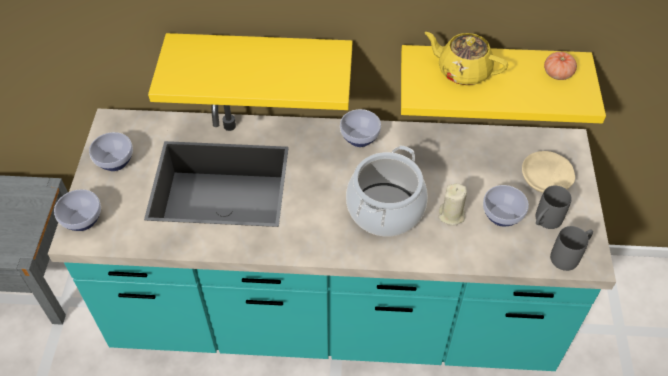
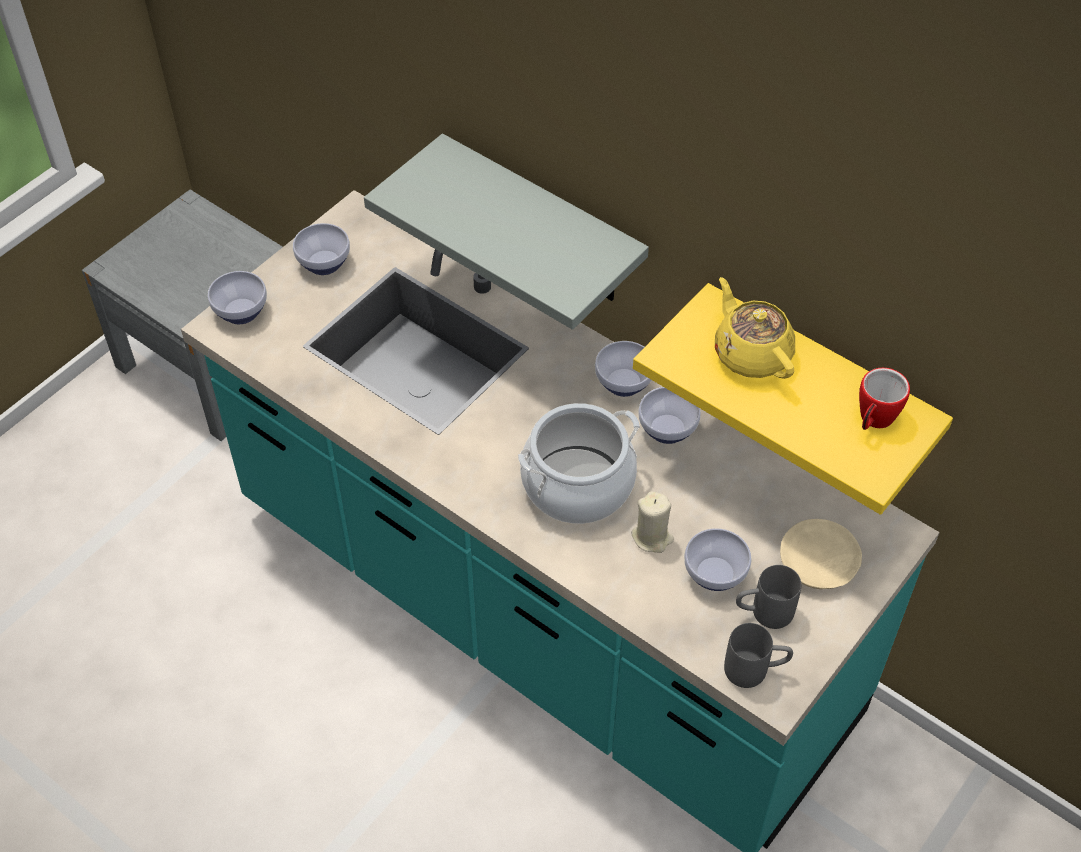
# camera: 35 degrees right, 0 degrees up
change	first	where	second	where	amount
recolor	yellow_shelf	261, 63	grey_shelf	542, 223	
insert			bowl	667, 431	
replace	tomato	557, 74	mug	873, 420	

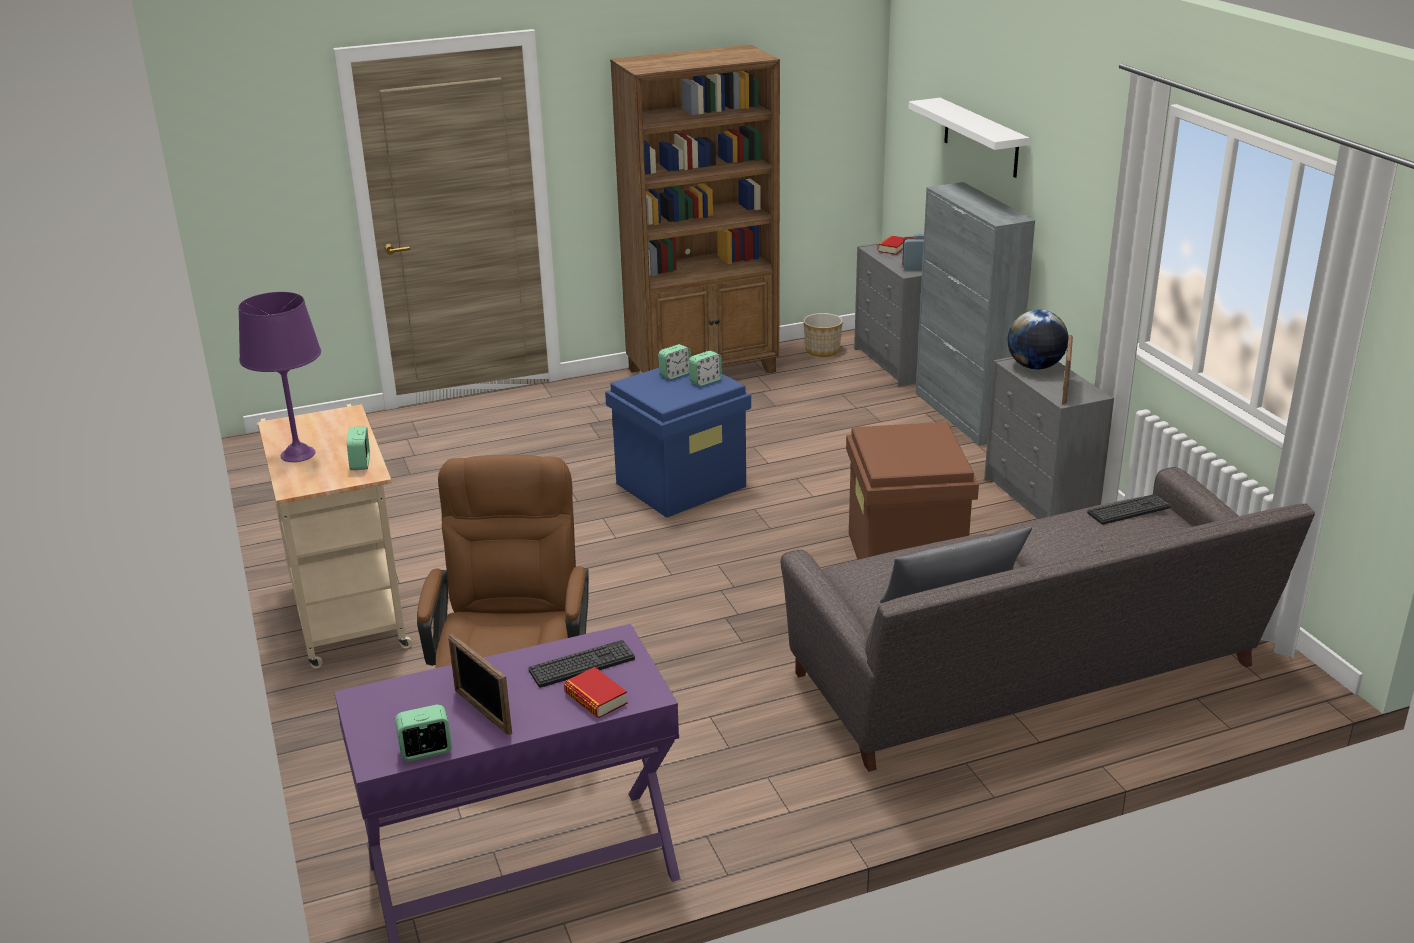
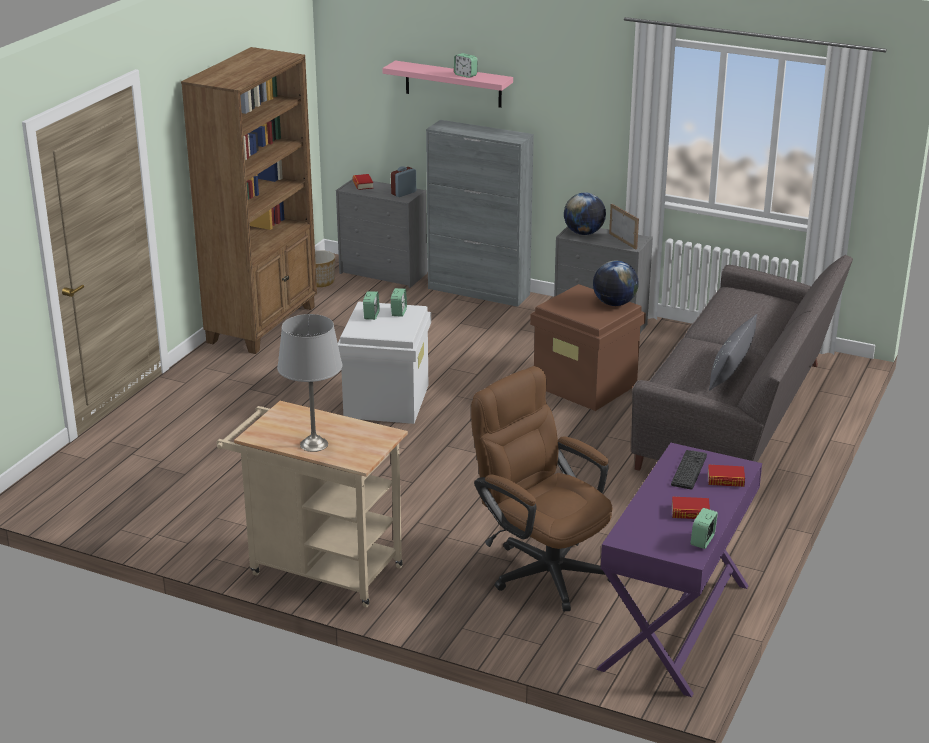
# camera: 45 degrees left, 0 degrees up
change	first	where	second	where	amount
recolor	purple_table_lamp	297, 454	grey_table_lamp	313, 444	
recolor	blue_storage_box	681, 484	white_storage_box	386, 400	
recolor	white_shelf	981, 138	pink_shelf	453, 84	
move	alarm_clock	360, 463		465, 75	
insert			globe	614, 303	
replace	picture_frame	482, 712	book	690, 512	
delete	keyboard	1128, 510			

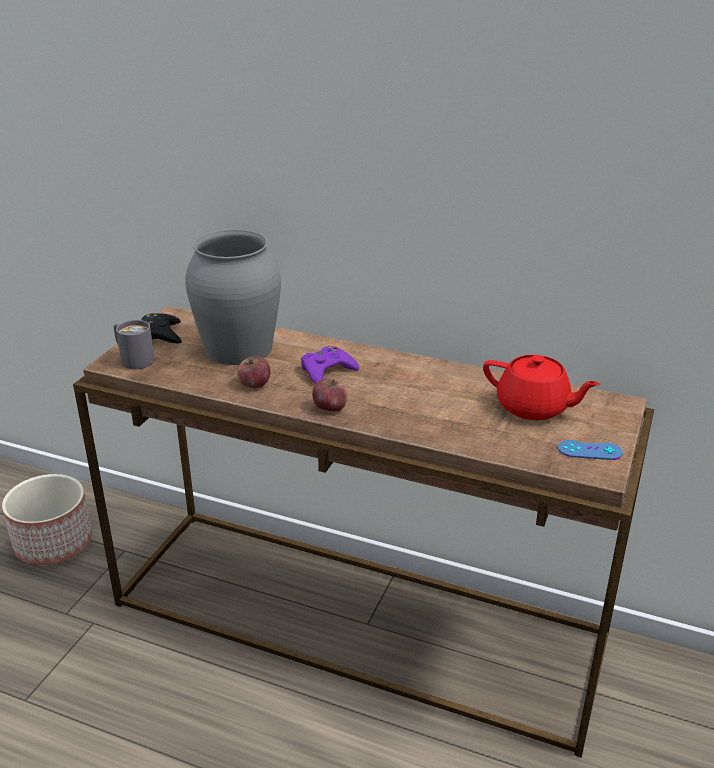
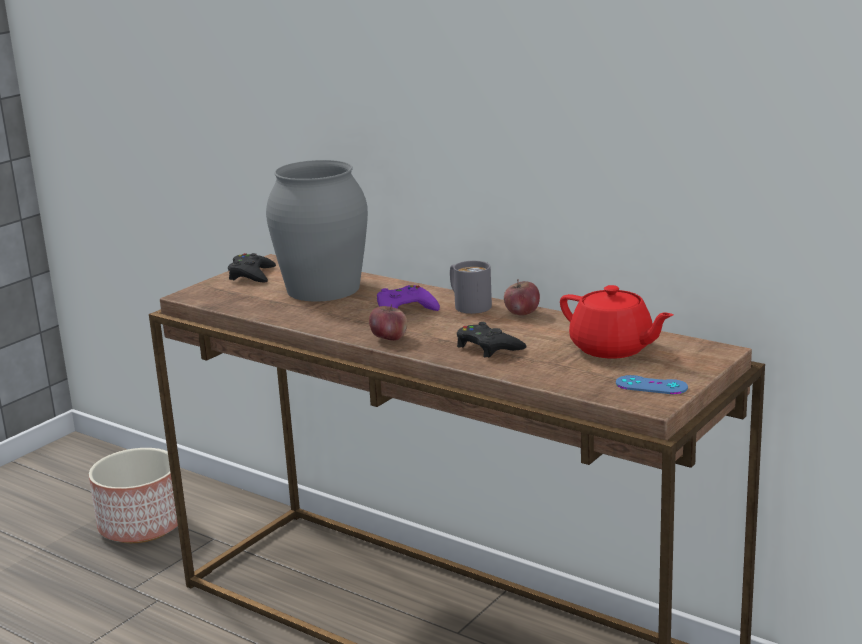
# camera: 15 degrees right, 10 degrees down
change	first	where	second	where	amount
move	grey_mug	133, 359		468, 305	
insert			black_game_controller	488, 347	
move	apple	254, 384		521, 313	

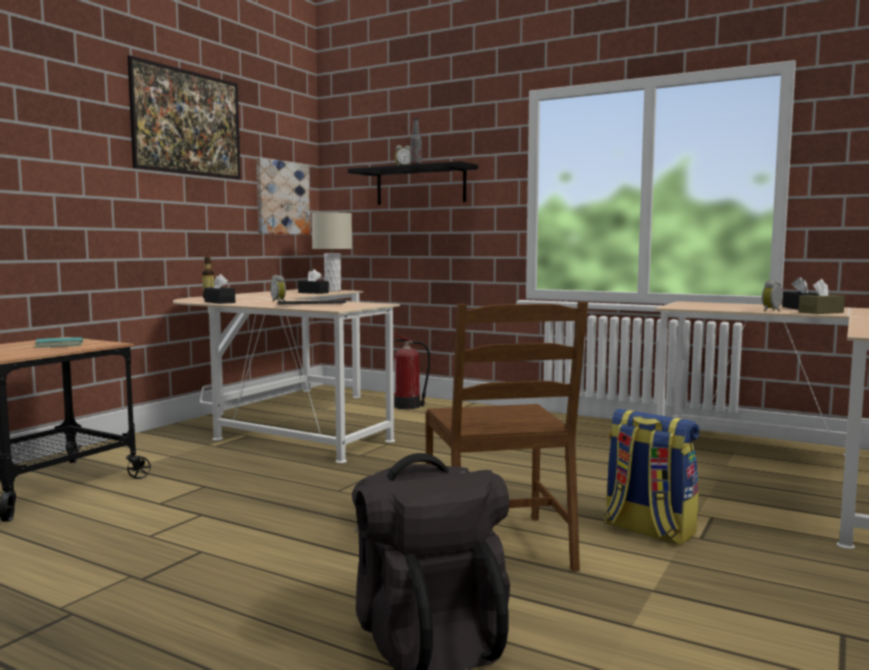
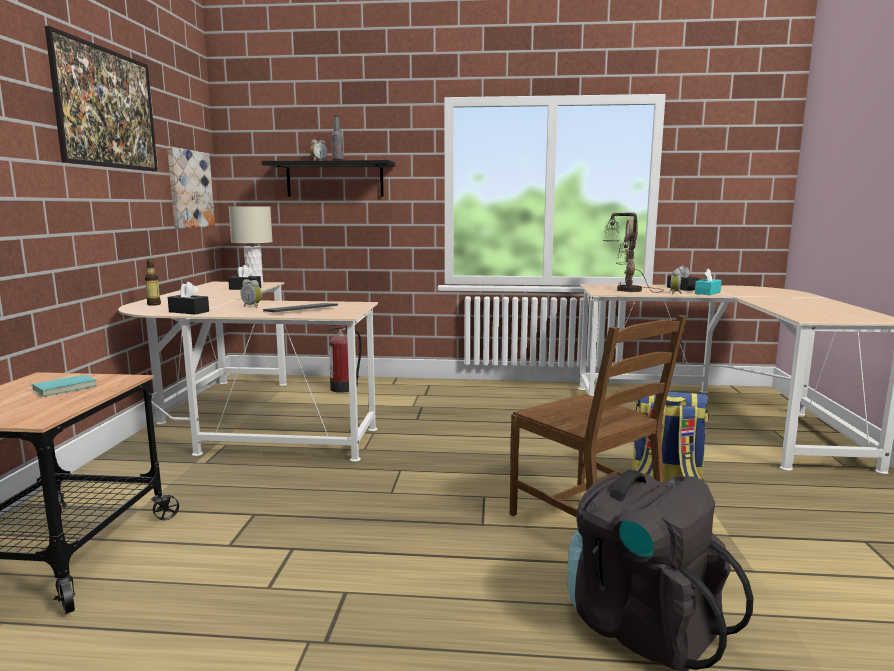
# camera: 25 degrees left, 5 degrees up
change	first	where	second	where	amount
insert			table_lamp	628, 290	
recolor	brown_tissue_box	820, 312	turquoise_tissue_box	707, 293	

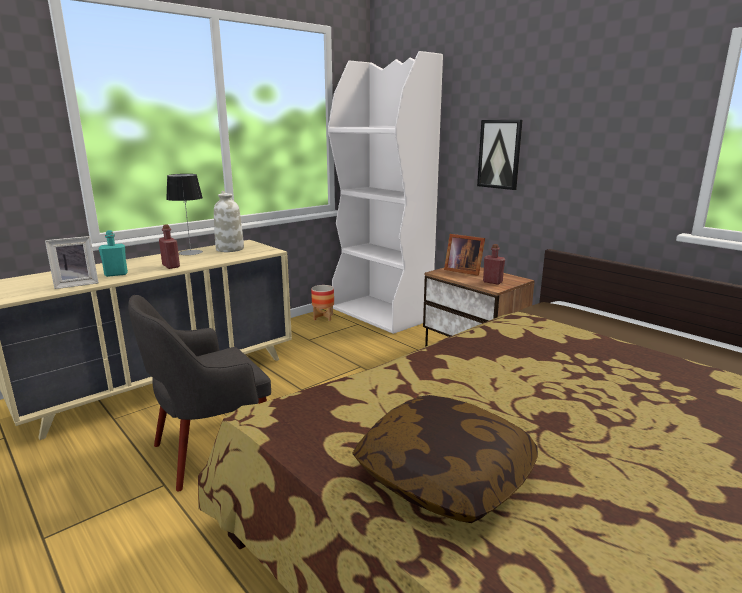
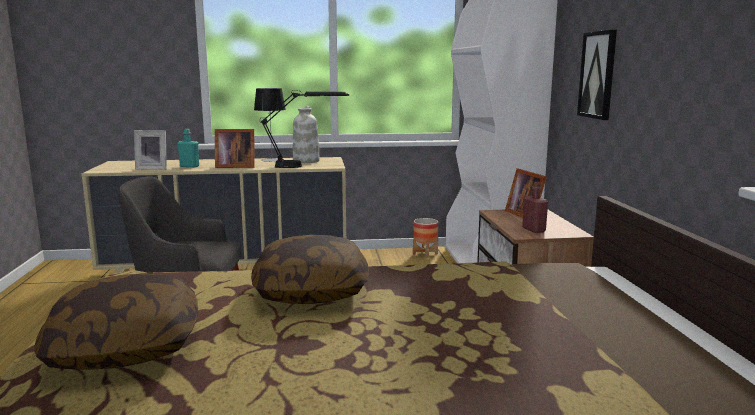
# camera: 35 degrees right, 5 degrees down
change	first	where	second	where	amount
replace	red_bottle	171, 266	picture_frame	234, 166	
insert			pillow	311, 291	
insert			black_table_lamp	305, 166	

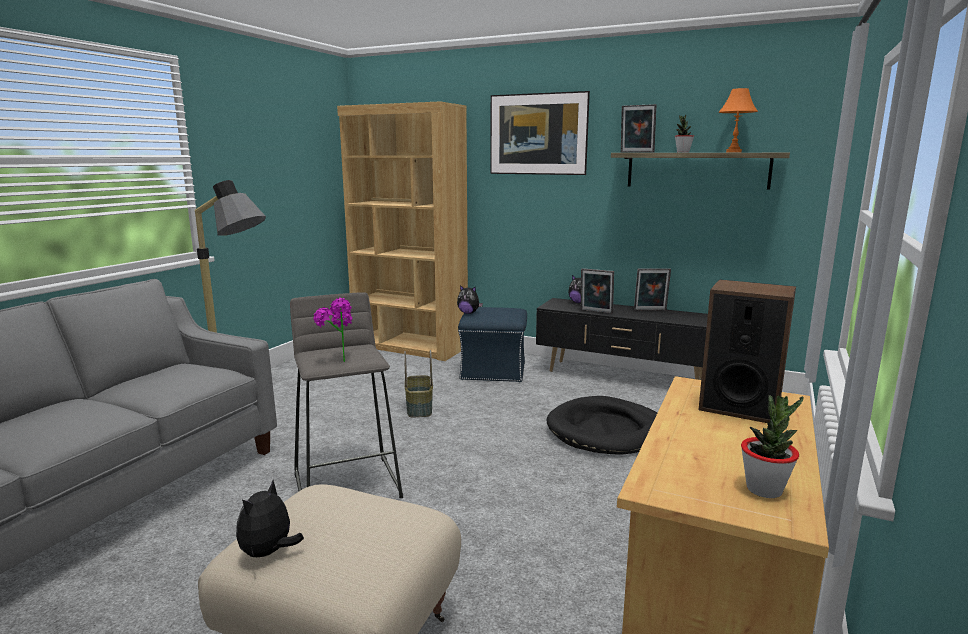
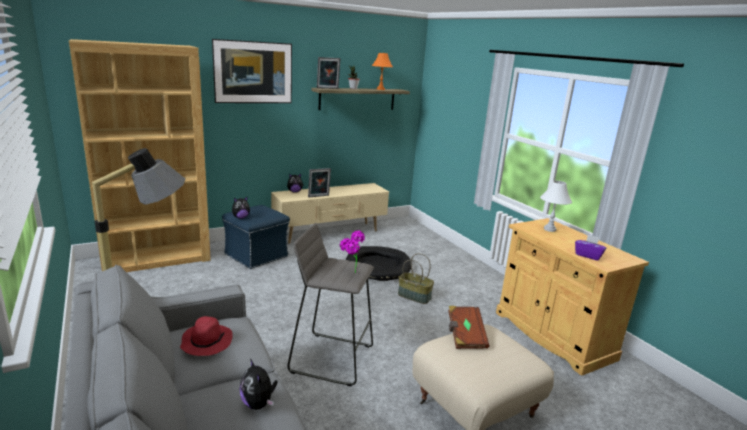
# camera: 55 degrees left, 5 degrees up
change	first	where	second	where	amount
insert			red_hat	206, 342	
move	plush_toy	269, 553		258, 404	
recolor	black_tv_stand	624, 377	beige_tv_stand	330, 233	
move	basket	420, 408		414, 296	
insert			brown_book	465, 336	
replace	speaker	739, 407	white_table_lamp	549, 229	
insert			purple_tissue_box	588, 255	
delete	picture_frame	650, 310			
delete	potted_plant	764, 489			

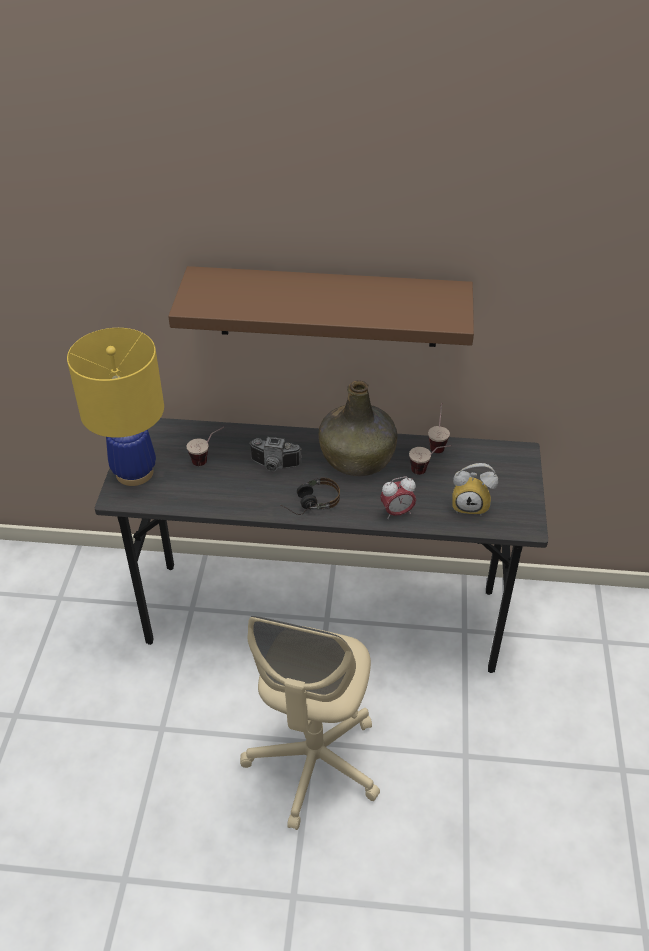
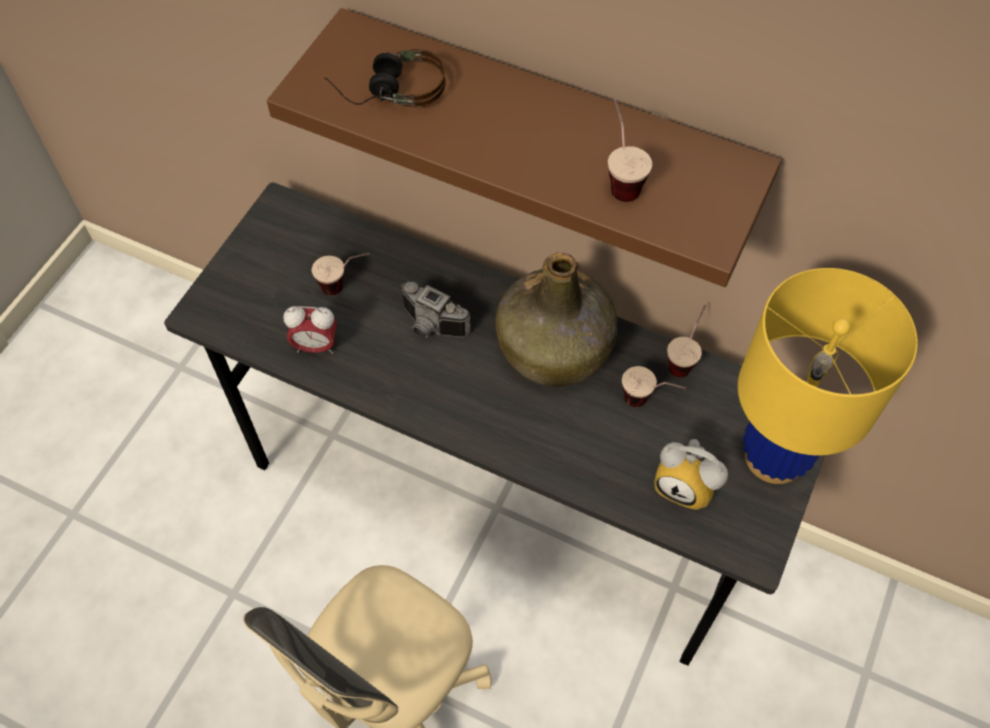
# camera: 20 degrees right, 15 degrees up
change	first	where	second	where	amount
move	alarm_clock	397, 512		316, 346	
move	headphones	308, 503		388, 90	
insert			cup	619, 178	
move	yellow_table_lamp	134, 473		774, 457	

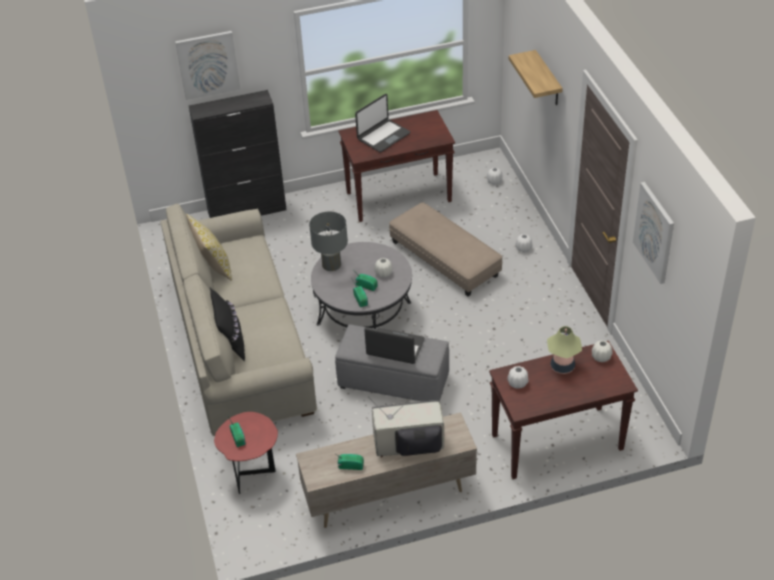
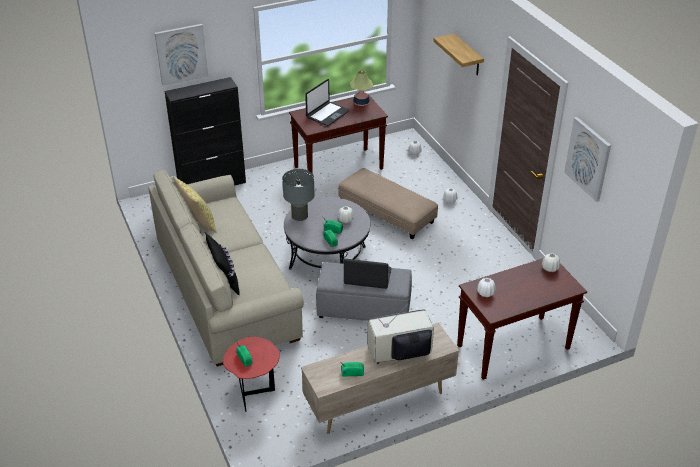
# camera: 10 degrees left, 5 degrees down
change	first	where	second	where	amount
move	table_lamp	562, 366		361, 103	

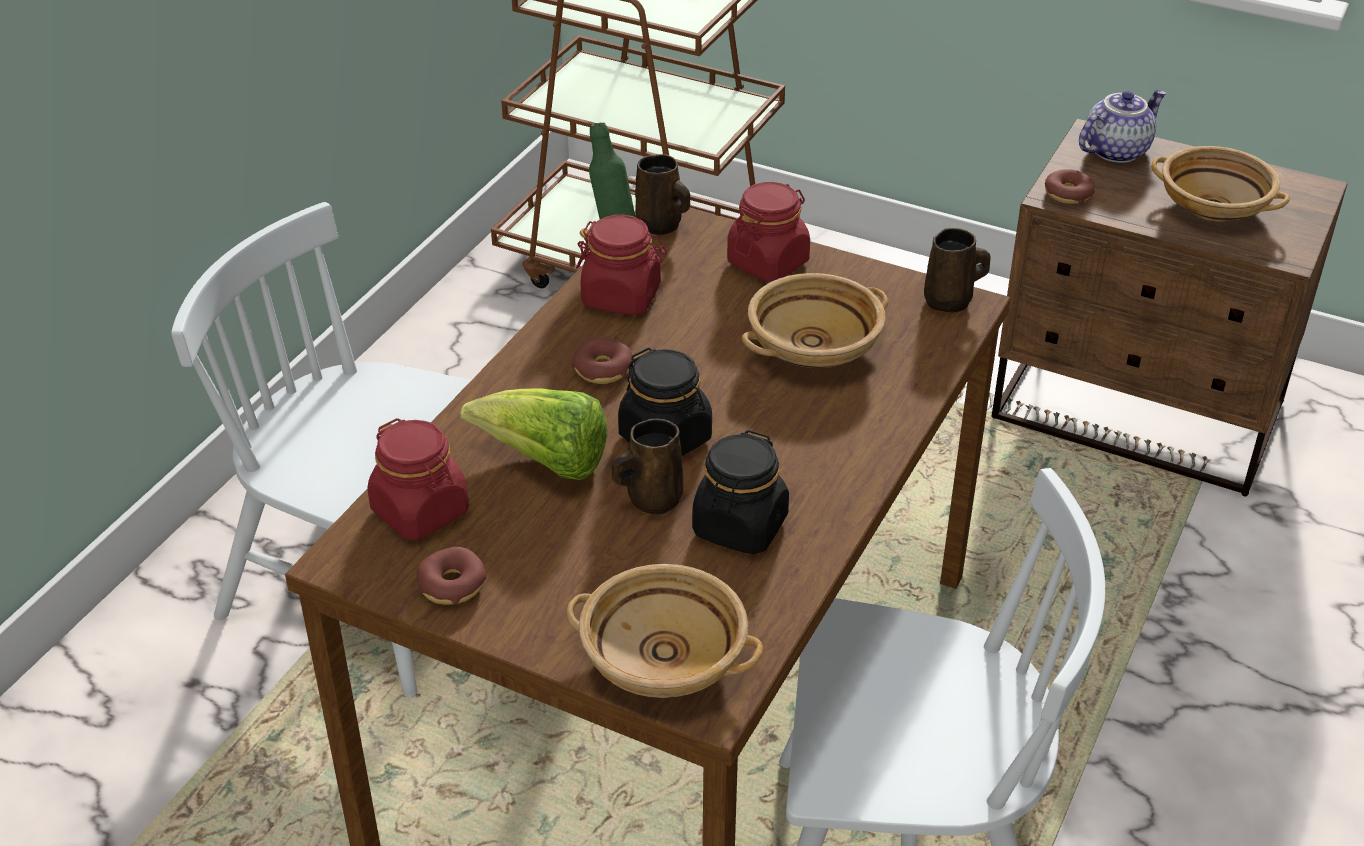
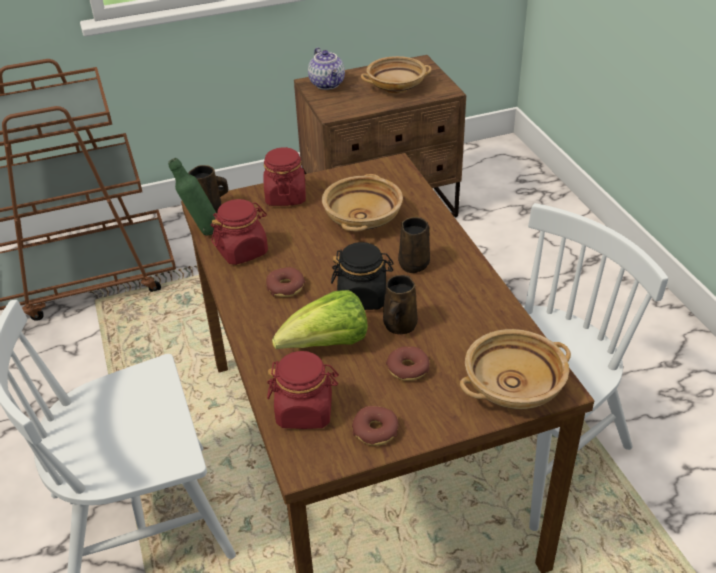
# camera: 45 degrees left, 0 degrees up
change	first	where	second	where	amount
rotate	teapot	1115, 150		328, 84	150 degrees clockwise
move	donut	1067, 194		408, 369	
move	brown_mug	950, 301		415, 263	
delete	black_jar	740, 527			

